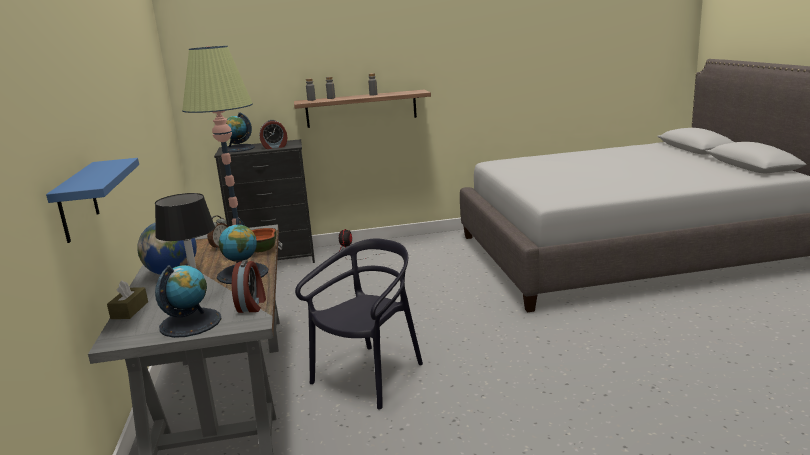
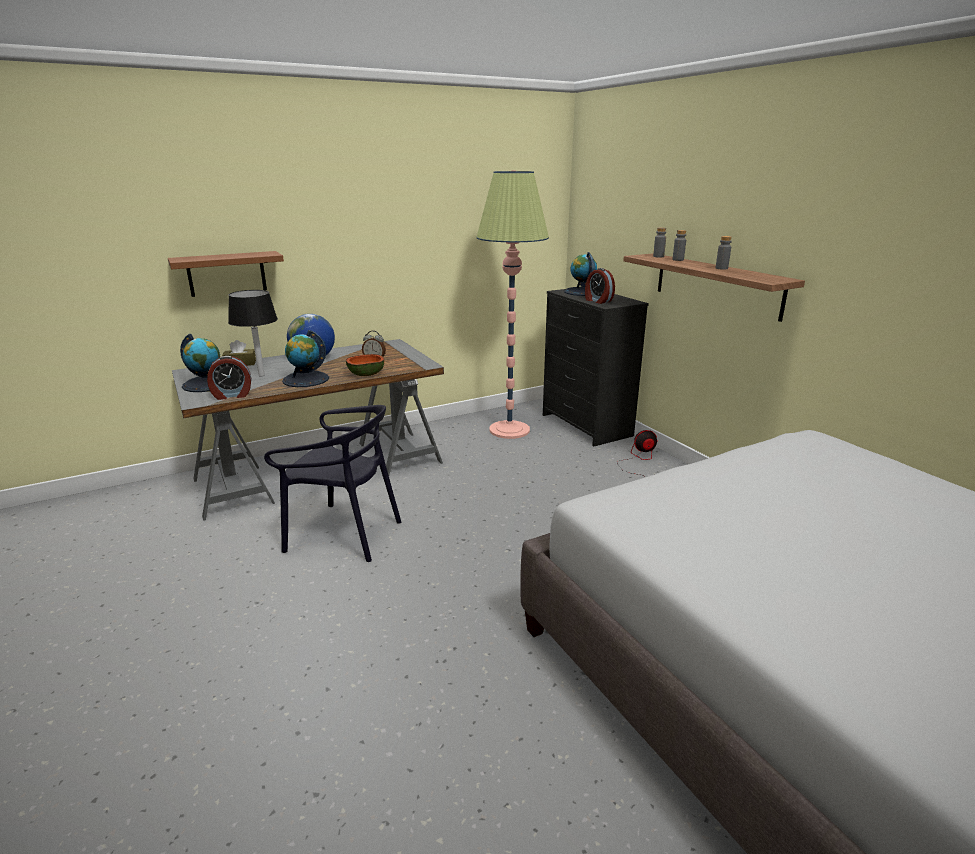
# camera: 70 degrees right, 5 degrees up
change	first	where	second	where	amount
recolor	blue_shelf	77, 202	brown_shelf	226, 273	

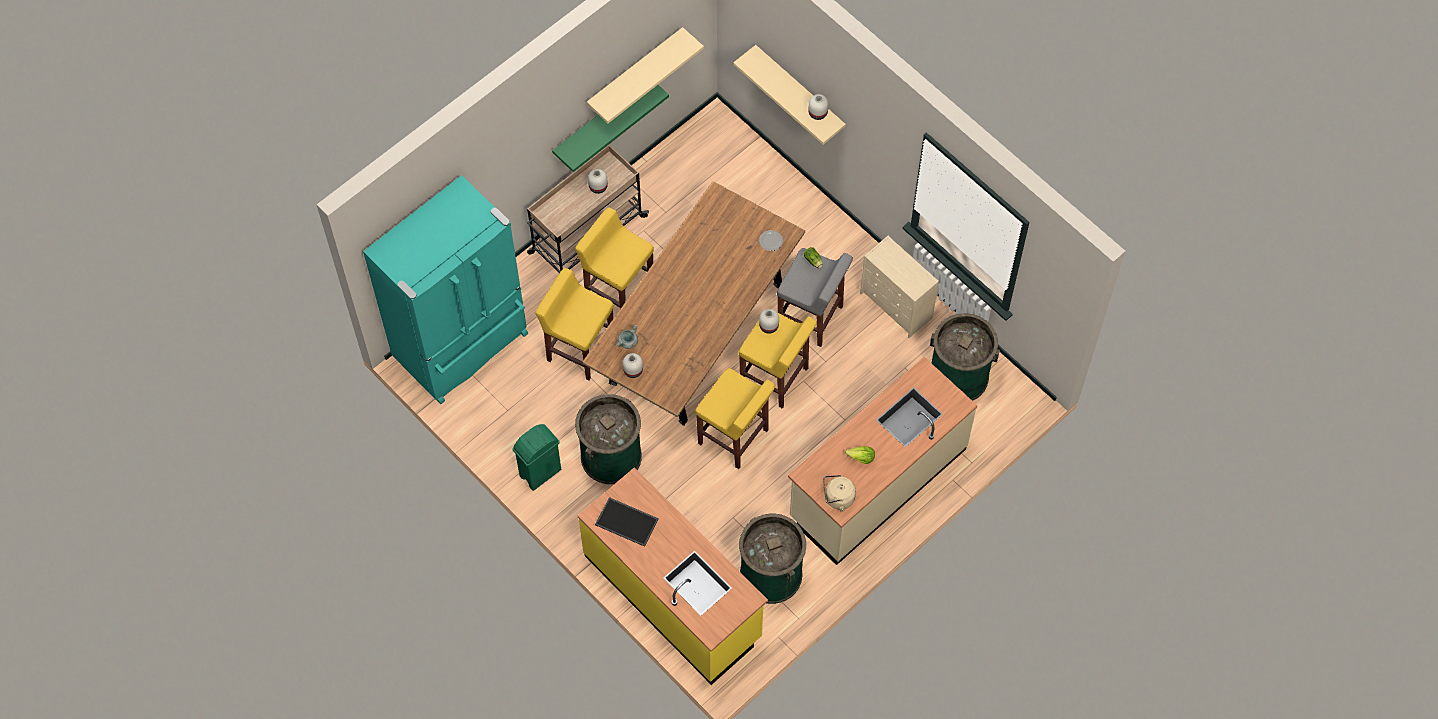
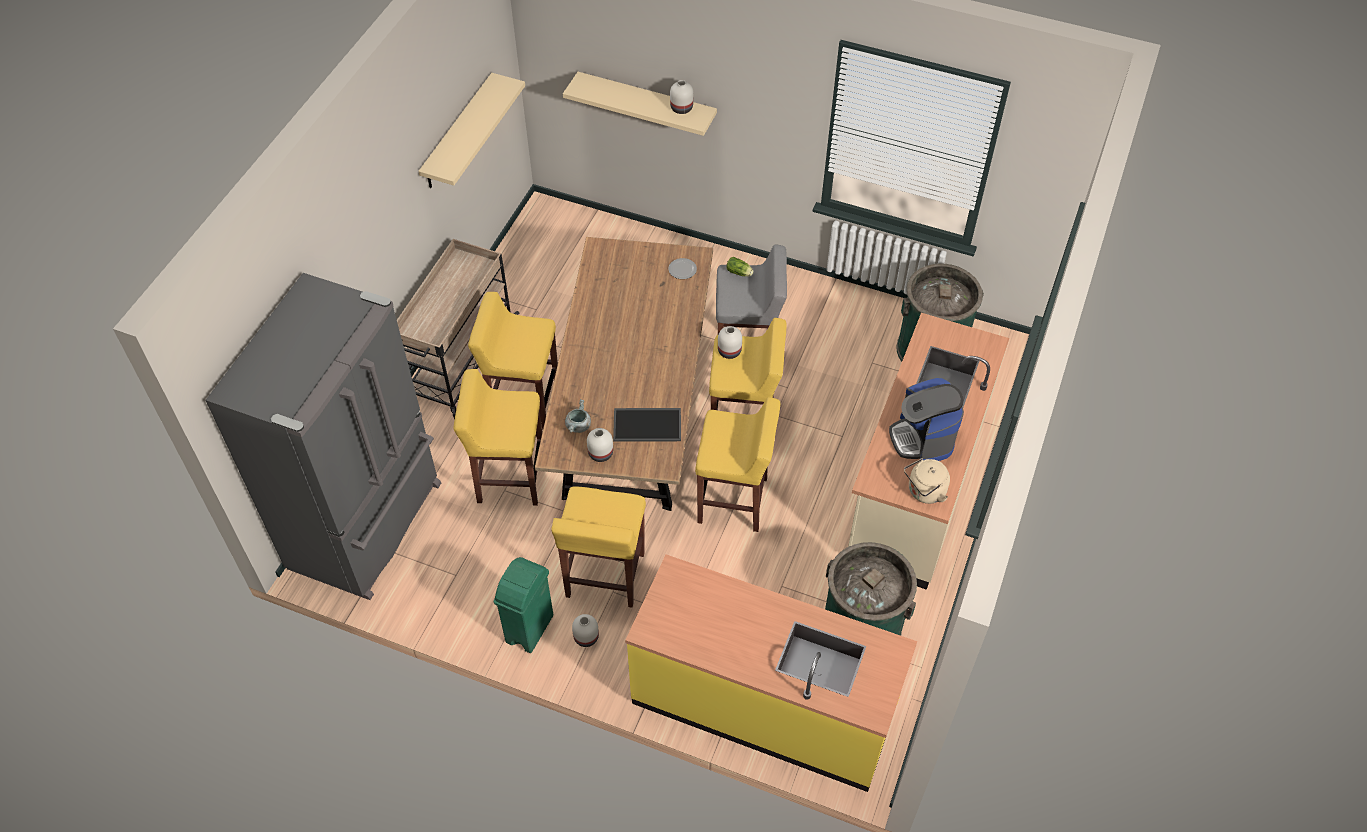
# camera: 25 degrees left, 10 degrees down
change	first	where	second	where	amount
recolor	turquoise_fridge	463, 346	grey_fridge	369, 526	
replace	green_trash_can	611, 456	yellow_stool	604, 576	
move	white_vase	597, 187		585, 638	
move	tray	627, 521		648, 424	
replace	lettuce	861, 458	coffee_machine	922, 438	
delete	green_shelf	601, 120			
delete	beige_dresser	896, 306			

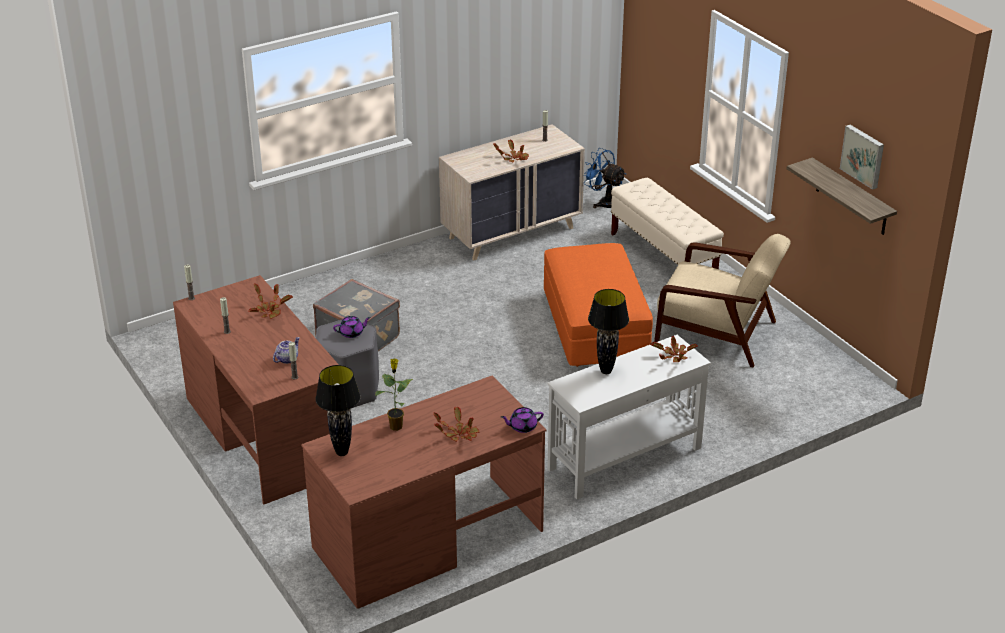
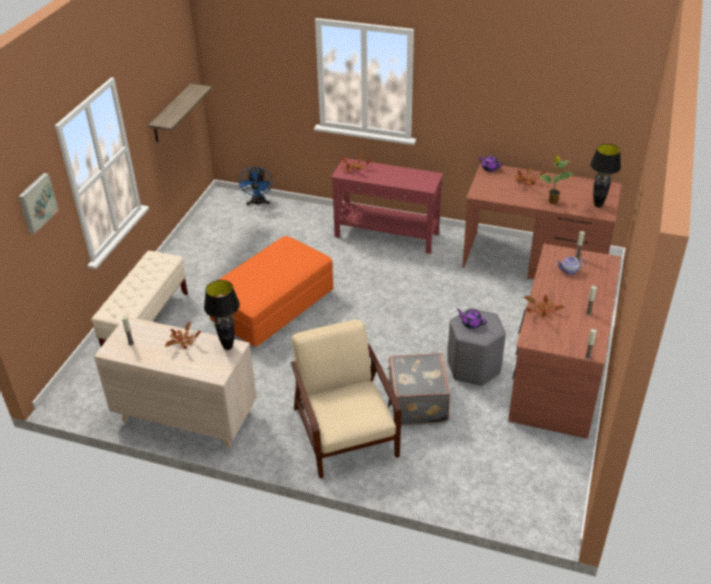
# camera: 130 degrees left, 5 degrees up
change	first	where	second	where	amount
move	picture	863, 156		36, 202	
move	black_table_lamp	605, 371		228, 347	
move	blue_fan	604, 202		258, 203	
move	beige_armchair	717, 333		344, 430	
recolor	white_console_table	624, 458	red_console_table	387, 235	

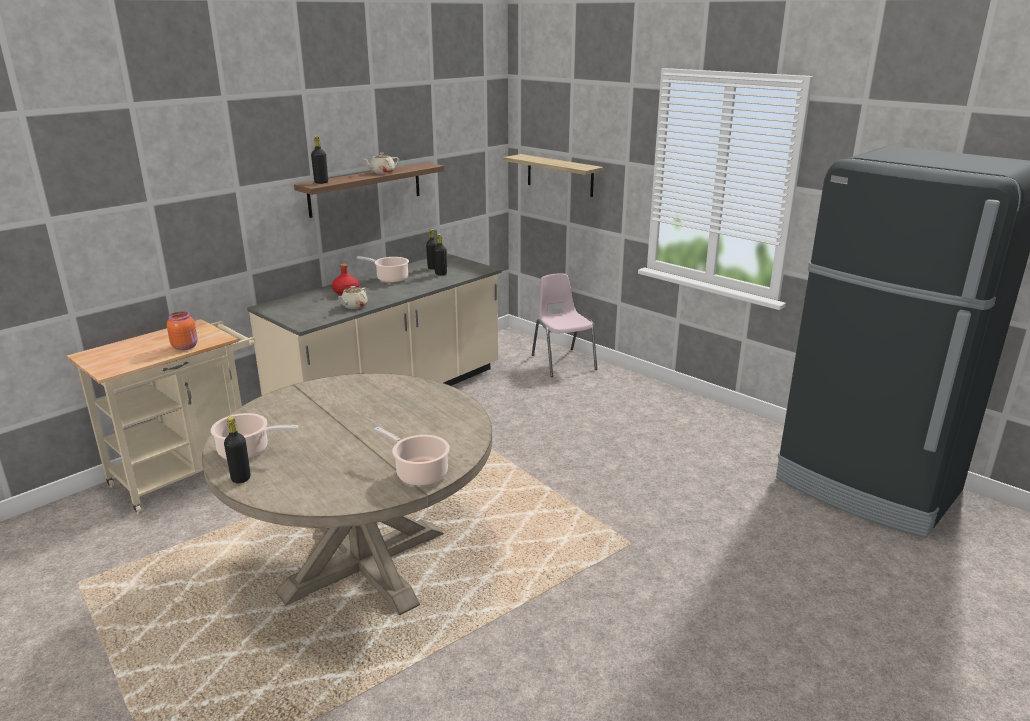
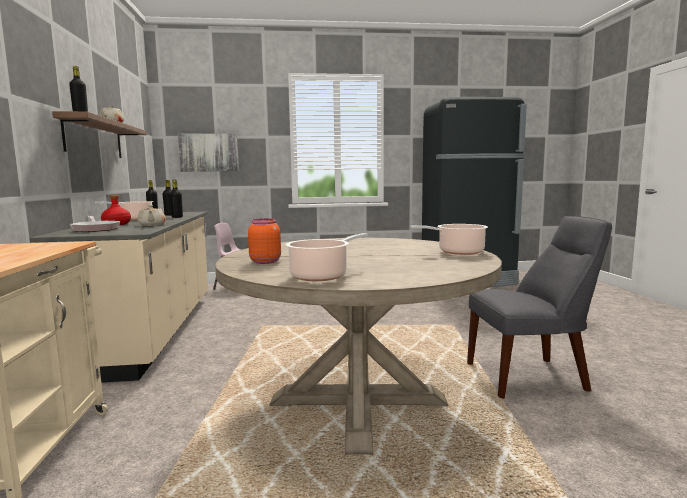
# camera: 50 degrees left, 15 degrees down
change	first	where	second	where	amount
insert			frying_pan	96, 229	
move	black_bottle	241, 478		177, 217	
replace	shelf	560, 175	picture	209, 152	
move	orange_jar	185, 346		265, 261	
insert			grey_chair	531, 377	

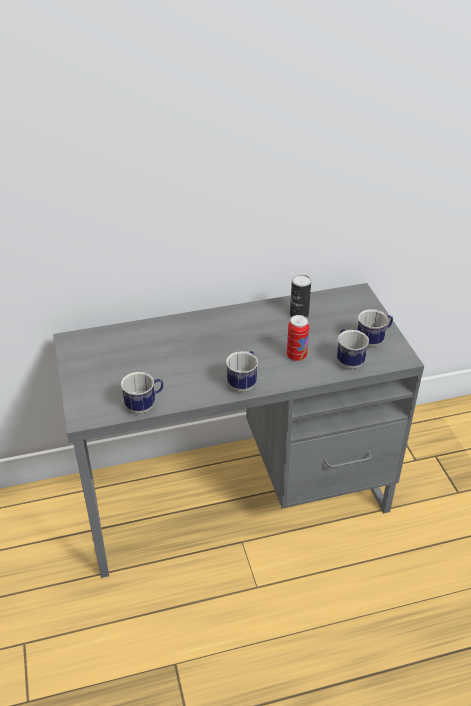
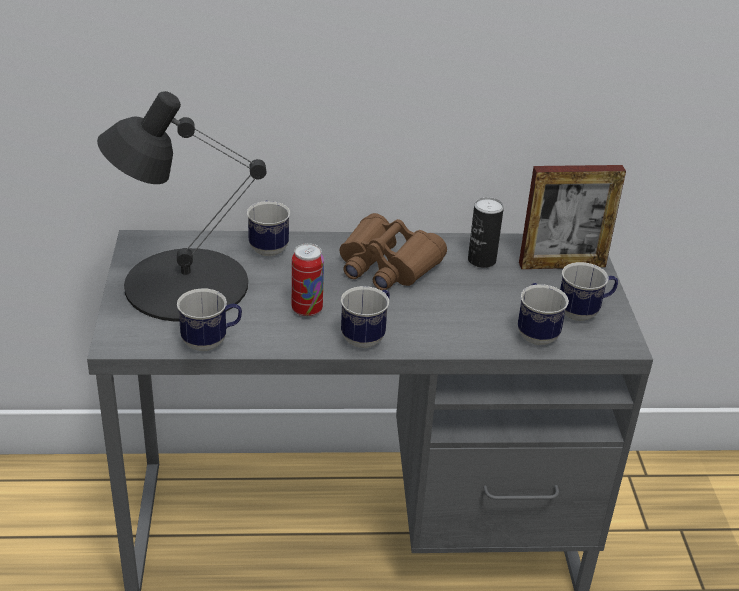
# camera: 10 degrees right, 5 degrees down
change	first	where	second	where	amount
insert			black_table_lamp	184, 284	
insert			mug	268, 246	
move	can	296, 356		307, 310	
insert			brown_binoculars	387, 265	
insert			picture_frame	562, 265	

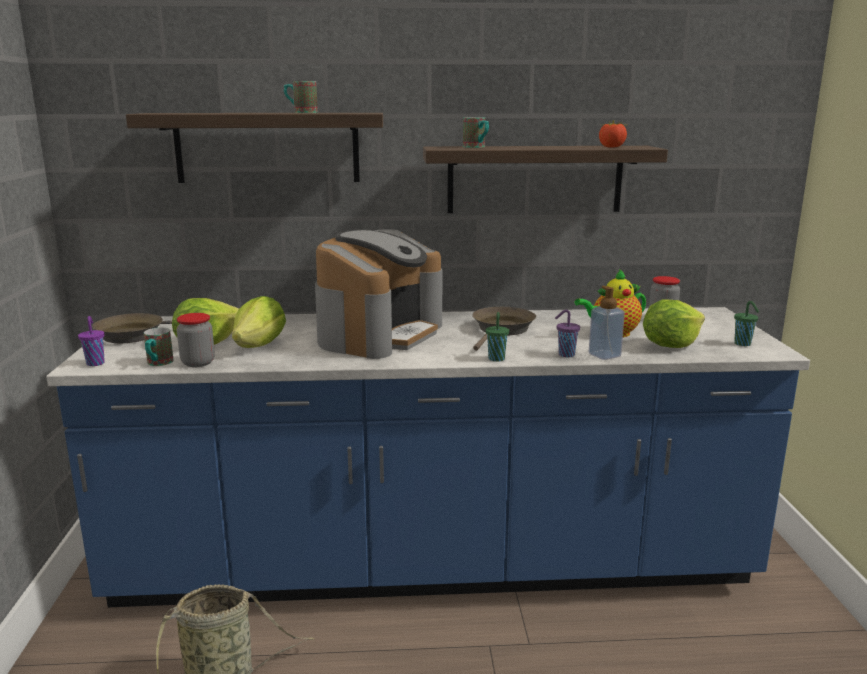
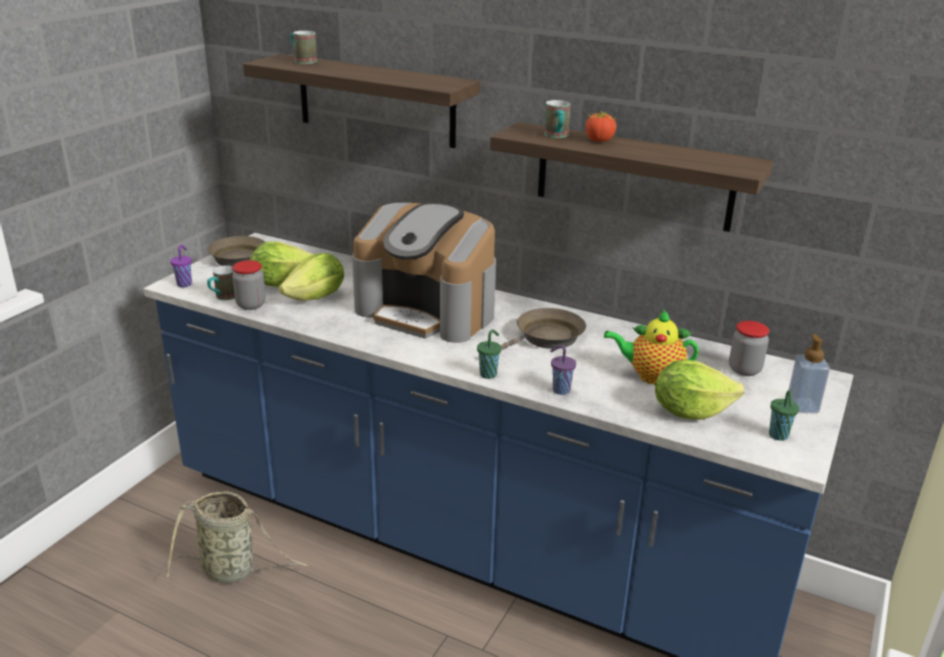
# camera: 30 degrees right, 10 degrees up
change	first	where	second	where	amount
move	mug	301, 112		303, 61	
rotate	coffee_machine	379, 334		428, 311	60 degrees clockwise
move	tomato	612, 147		599, 140	
move	soap_dispenser	604, 355		802, 406	

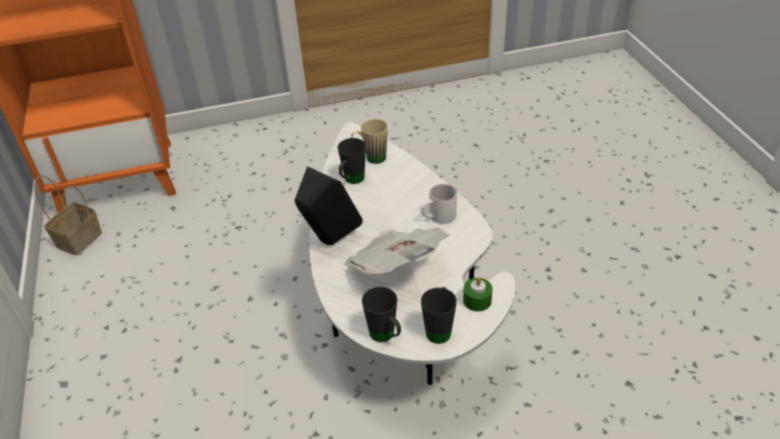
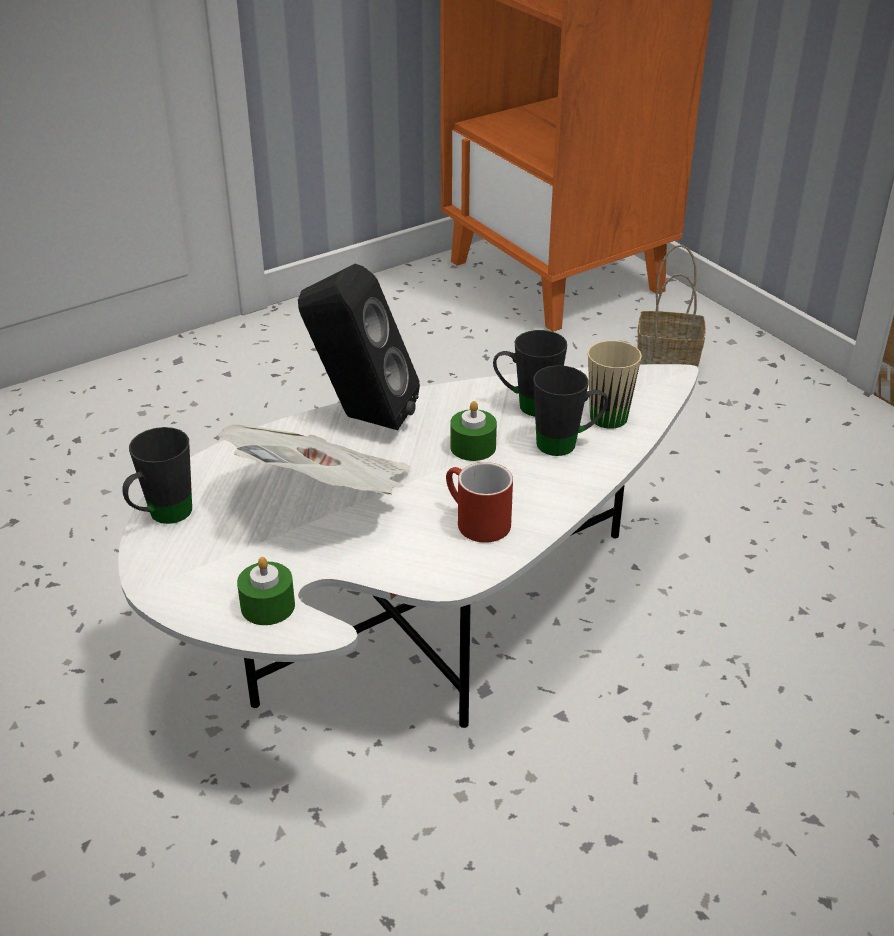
# camera: 70 degrees right, 5 degrees down
change	first	where	second	where	amount
recolor	white_mug	438, 217	red_mug	474, 522	
insert			green_candle	473, 447	
move	black_mug	439, 328		567, 444	
move	basket	79, 238		669, 365	

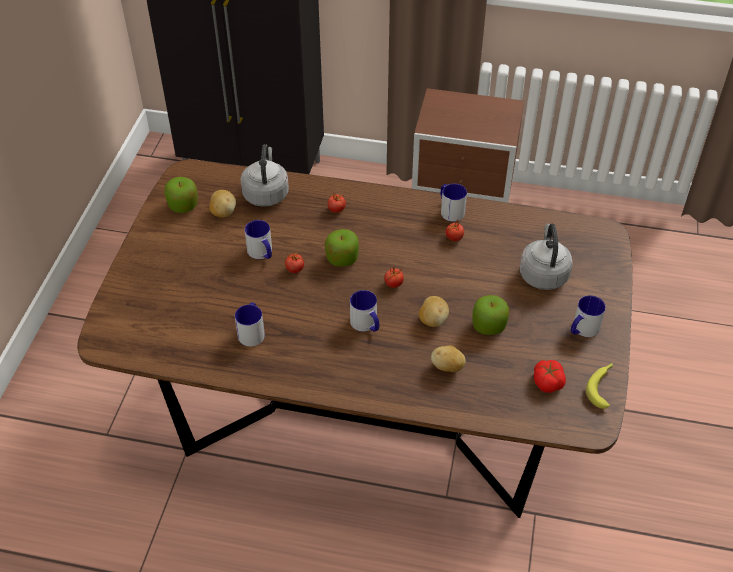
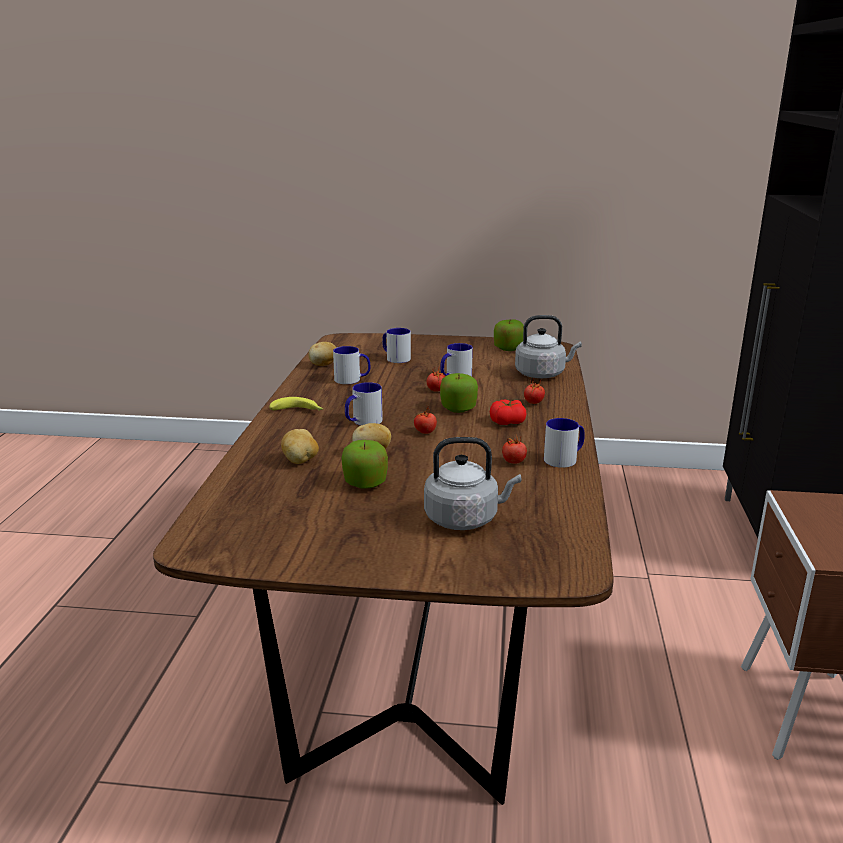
# camera: 85 degrees right, 25 degrees down
change	first	where	second	where	amount
move	banana	602, 387		298, 411	
move	potato	223, 212		323, 365	
move	mug	582, 329		395, 358	
move	tomato	547, 382		507, 422	

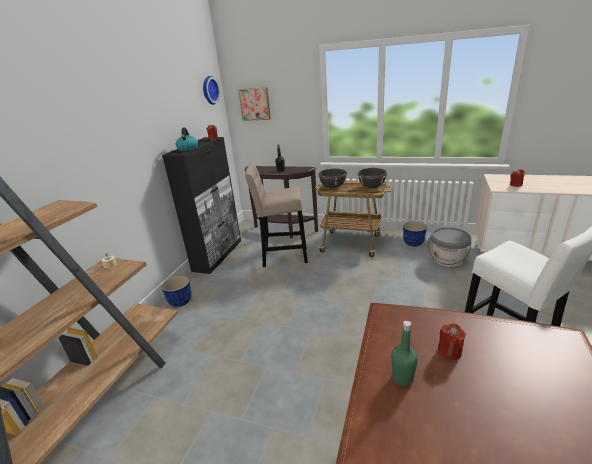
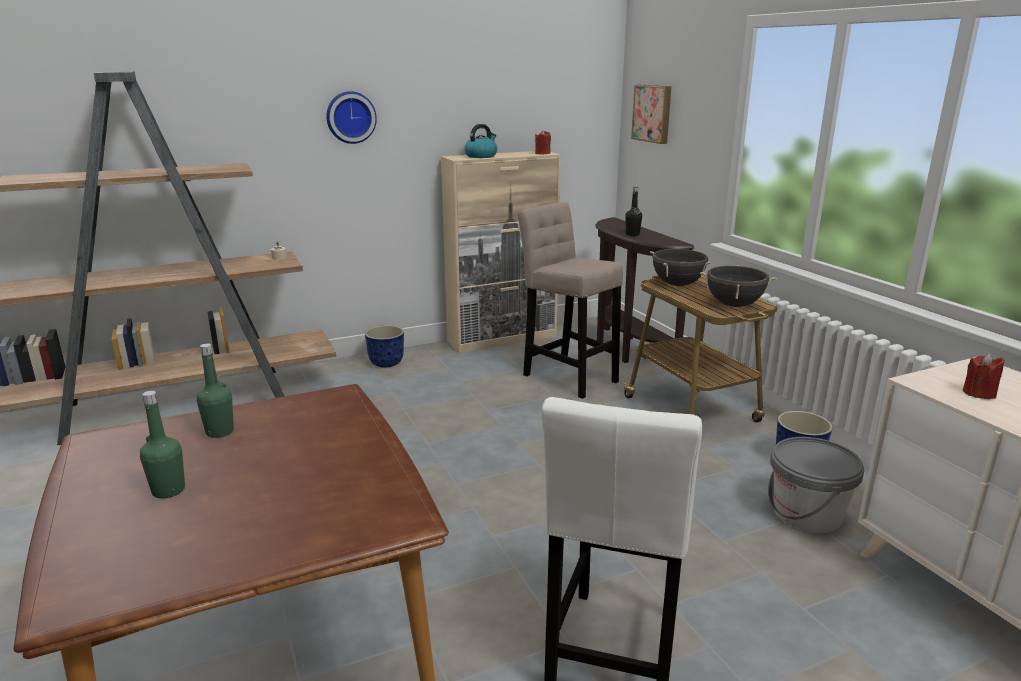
# camera: 45 degrees right, 5 degrees down
change	first	where	second	where	amount
insert			green_bottle	168, 490	
move	wall_clock	209, 90		350, 117	
recolor	black_cabinet	218, 255	beige_cabinet	503, 339	
delete	red_candle	449, 351			

